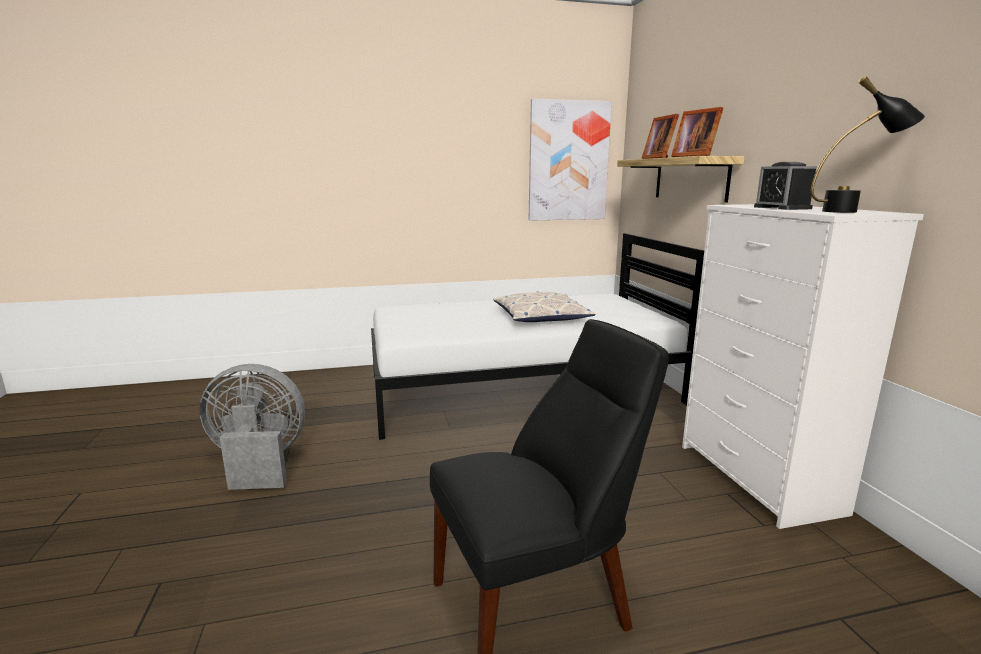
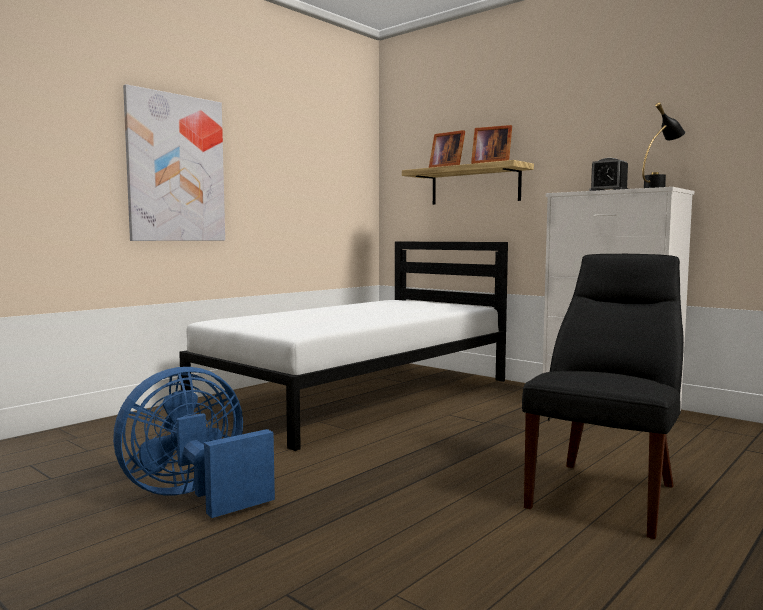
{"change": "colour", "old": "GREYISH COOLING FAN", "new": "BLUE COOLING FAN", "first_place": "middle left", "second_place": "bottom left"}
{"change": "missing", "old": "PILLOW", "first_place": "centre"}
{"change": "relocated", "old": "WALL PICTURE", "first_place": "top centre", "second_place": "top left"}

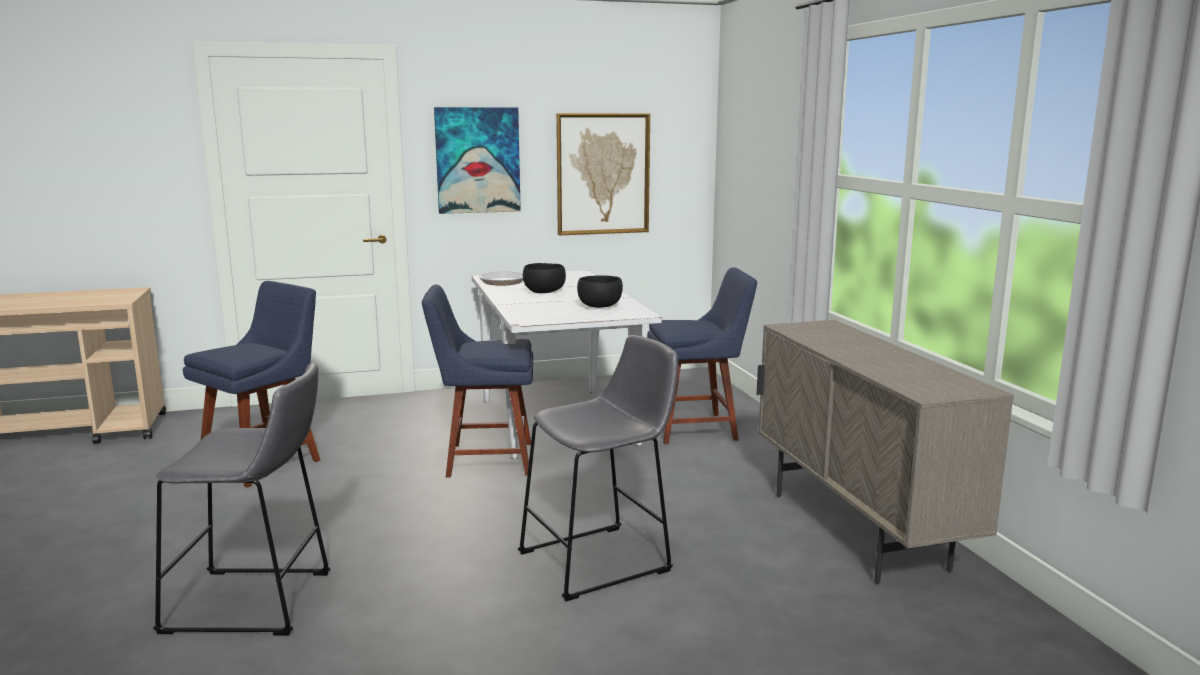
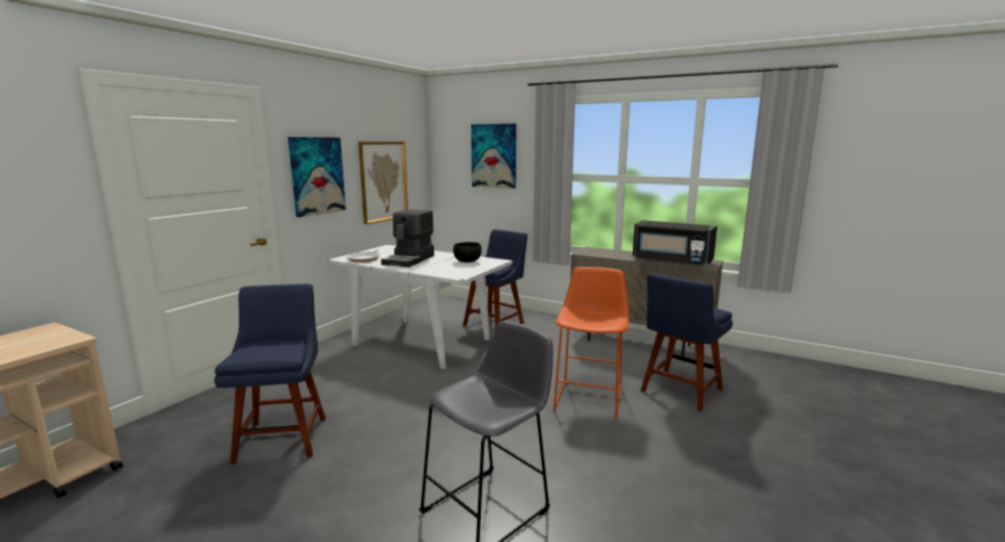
{"change": "relocated", "old": "BLUE PLAIN CHAIR (no. 2 from left in the first image)", "new": "BLUE PLAIN CHAIR (no. 3 from left)", "first_place": "centre", "second_place": "middle right"}
{"change": "colour", "old": "GREYISH STOOL (no. 2 from left)", "new": "ORANGE STOOL", "first_place": "bottom centre", "second_place": "centre"}
{"change": "exchanged", "old": "BLACK-COLOURED SERVING BOWL (no. 1 from left)", "new": "COFFEE MAKER", "first_place": "centre", "second_place": "centre"}
{"change": "appeared", "new": "WALL PICTURE (no. 3 from left)", "second_place": "top centre"}
{"change": "appeared", "new": "BLACK-COLOURED MICROWAVE OVEN", "second_place": "middle right"}

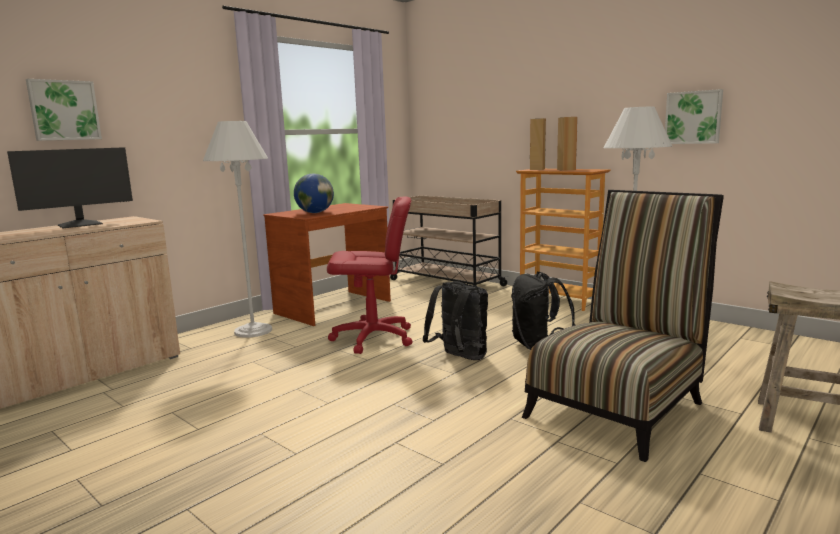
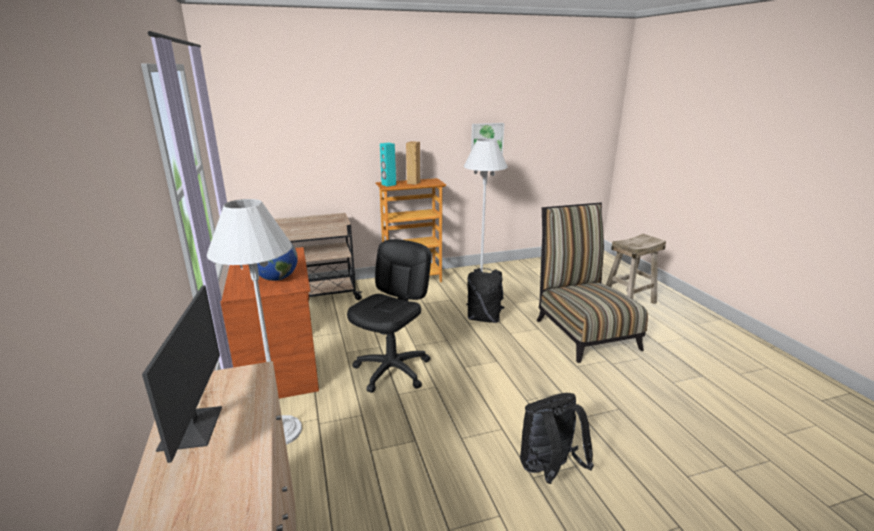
{"change": "missing", "old": "WALL PICTURE (no. 1 from left)", "first_place": "top left"}
{"change": "colour", "old": "REDDISH DESK CHAIR", "new": "BLACK-COLOURED DESK CHAIR", "first_place": "centre", "second_place": "centre"}
{"change": "relocated", "old": "BLACK-COLOURED BACKPACK (no. 1 from left in the first image)", "new": "BLACK-COLOURED BACKPACK (no. 2 from left)", "first_place": "centre", "second_place": "bottom centre"}
{"change": "colour", "old": "BROWN-COLOURED SPEAKER (no. 1 from left)", "new": "TURQUOISE SPEAKER", "first_place": "top centre", "second_place": "top centre"}

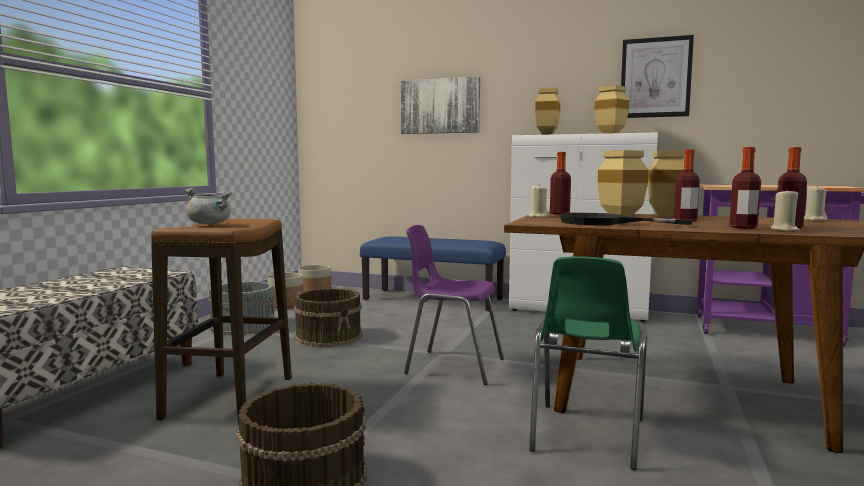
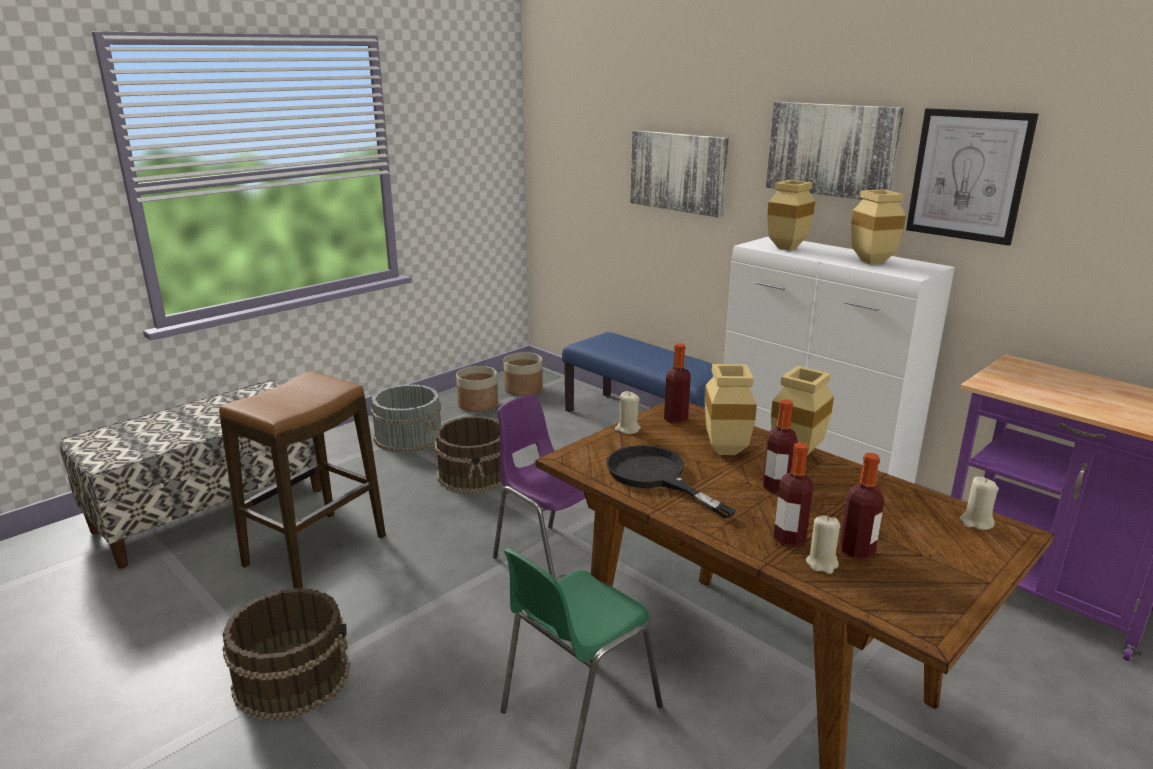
{"change": "missing", "old": "GREYISH COOKING POT", "first_place": "middle left"}
{"change": "appeared", "new": "WALL PICTURE (no. 2 from left)", "second_place": "top right"}

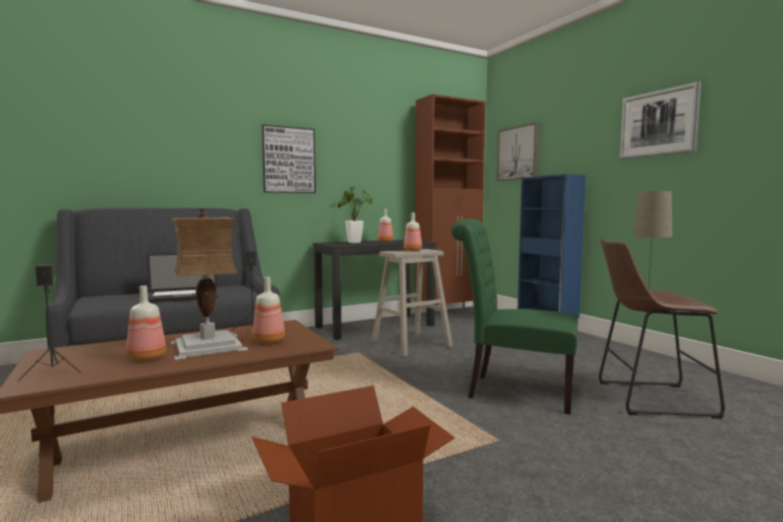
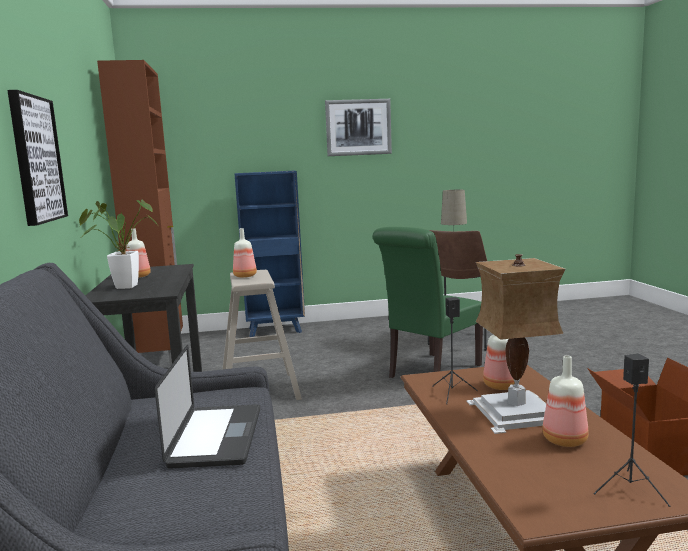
{"change": "missing", "old": "WALL PICTURE (no. 2 from left)", "first_place": "top centre"}

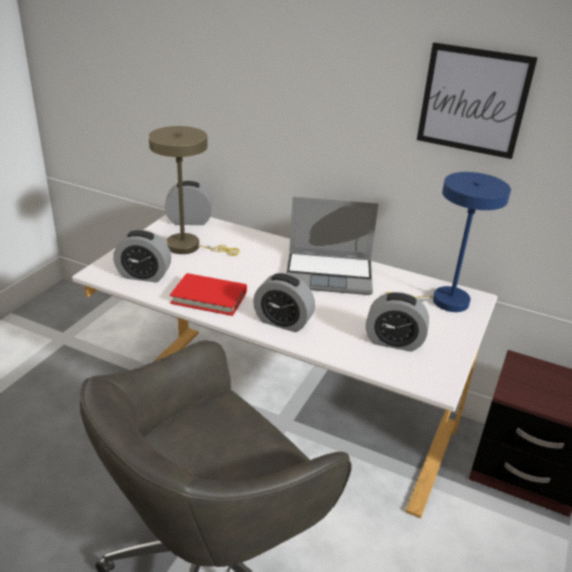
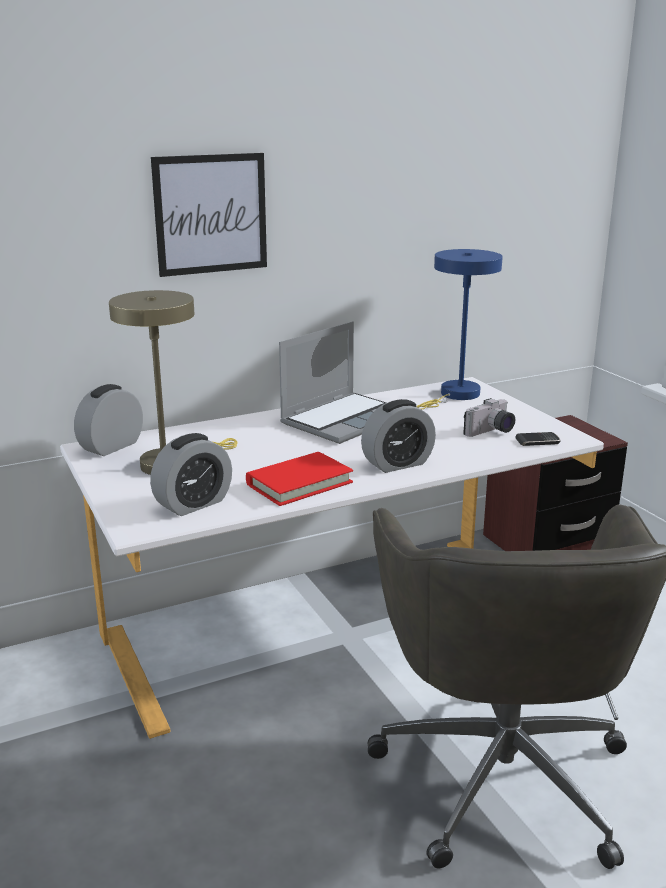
{"change": "exchanged", "old": "BEDSIDE CLOCK (no. 4 from left)", "new": "PHOTO CAMERA", "first_place": "middle right", "second_place": "middle right"}
{"change": "relocated", "old": "WALL PICTURE", "first_place": "top right", "second_place": "top left"}
{"change": "appeared", "new": "HANDSET", "second_place": "middle right"}

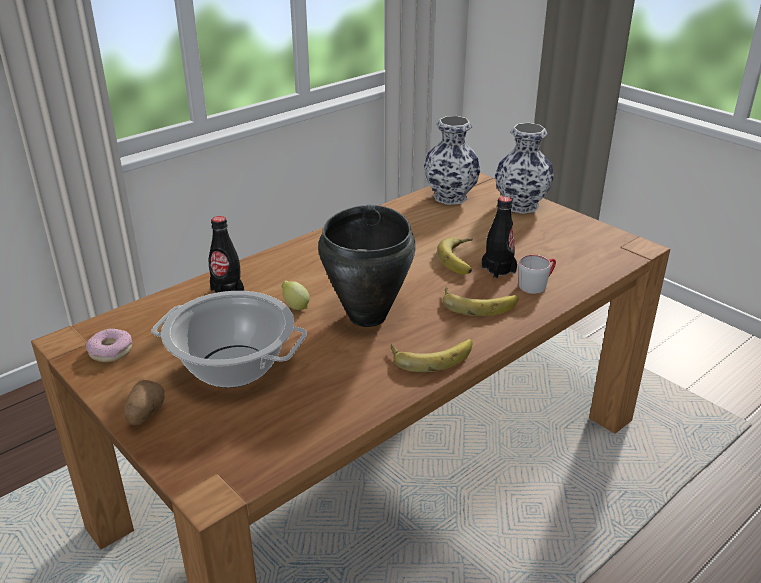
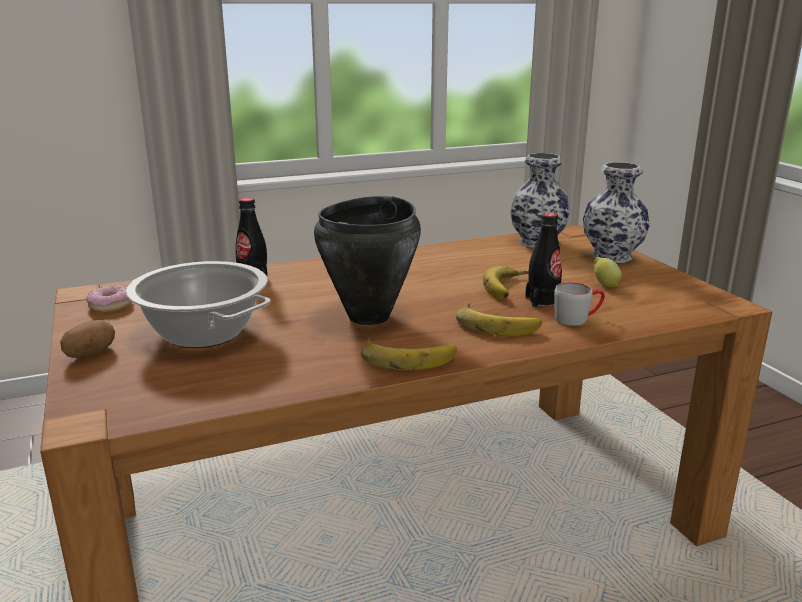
{"change": "relocated", "old": "WHOLE LEMON", "first_place": "centre", "second_place": "middle right"}

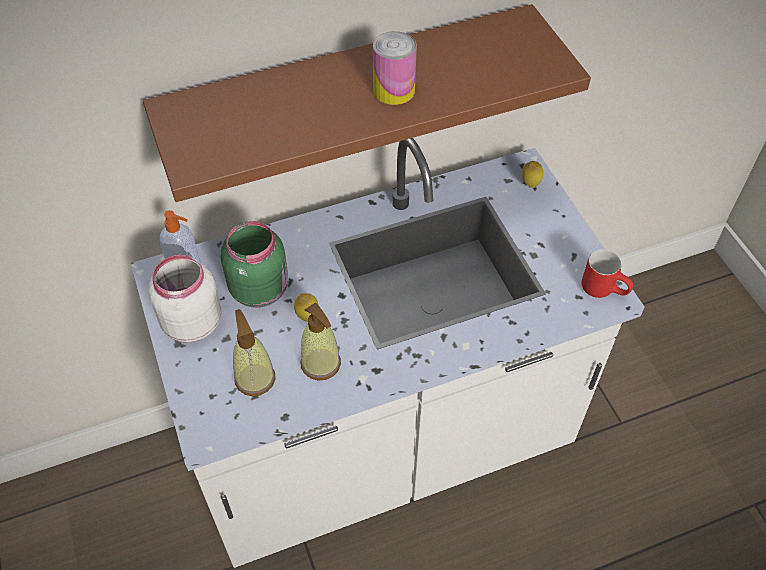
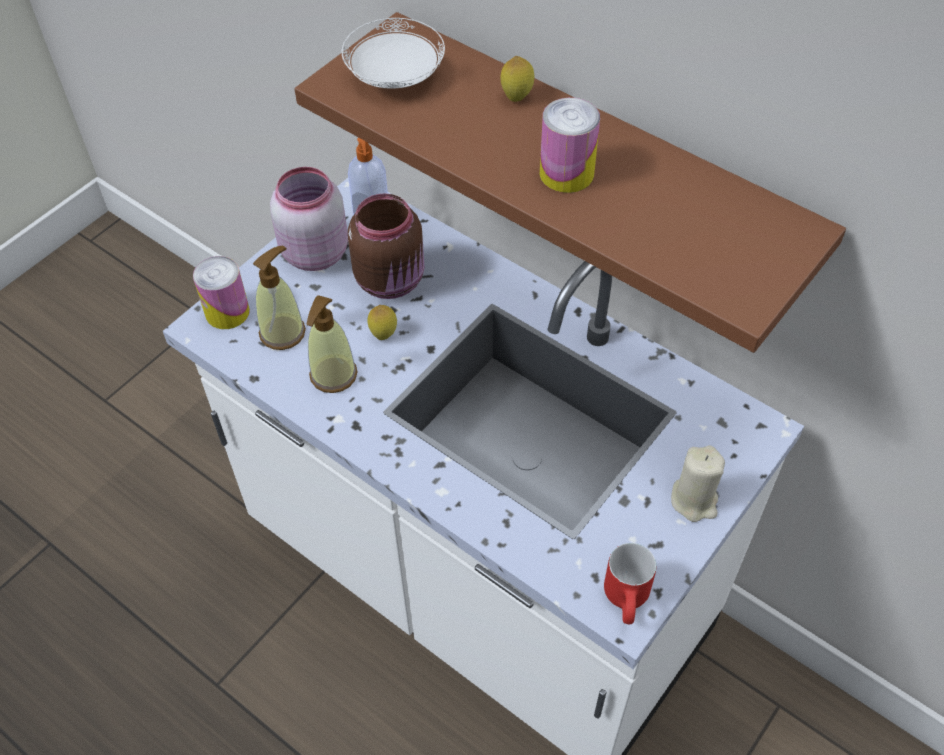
{"change": "colour", "old": "WHITE-COLOURED STORAGE JAR", "new": "PINK STORAGE JAR", "first_place": "middle left", "second_place": "top left"}
{"change": "colour", "old": "GREEN-COLOURED STORAGE JAR", "new": "BROWN-COLOURED STORAGE JAR", "first_place": "middle left", "second_place": "top centre"}
{"change": "relocated", "old": "WHOLE LEMON (no. 2 from left)", "first_place": "top right", "second_place": "top centre"}
{"change": "appeared", "new": "CAN (no. 1 from left)", "second_place": "middle left"}
{"change": "appeared", "new": "WHITE-COLOURED PLATE", "second_place": "top centre"}
{"change": "appeared", "new": "SAND-COLOURED WAX CANDLE", "second_place": "middle right"}

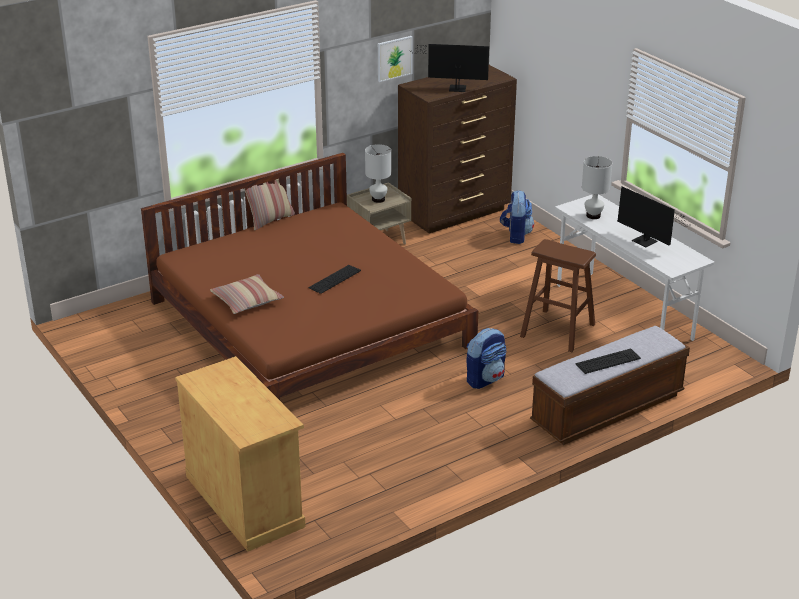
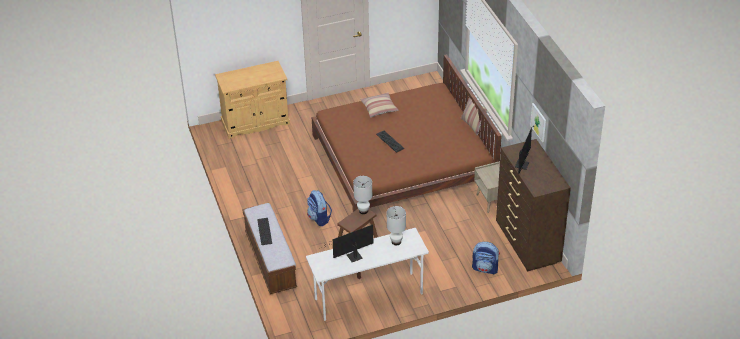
{"change": "relocated", "old": "WHITE-COLOURED LAMP FOR A TABLE (no. 1 from left)", "first_place": "top centre", "second_place": "centre"}

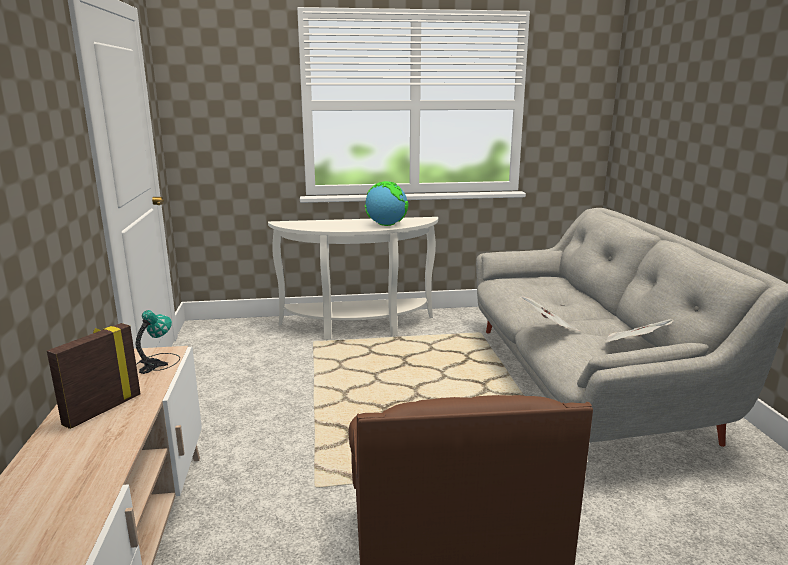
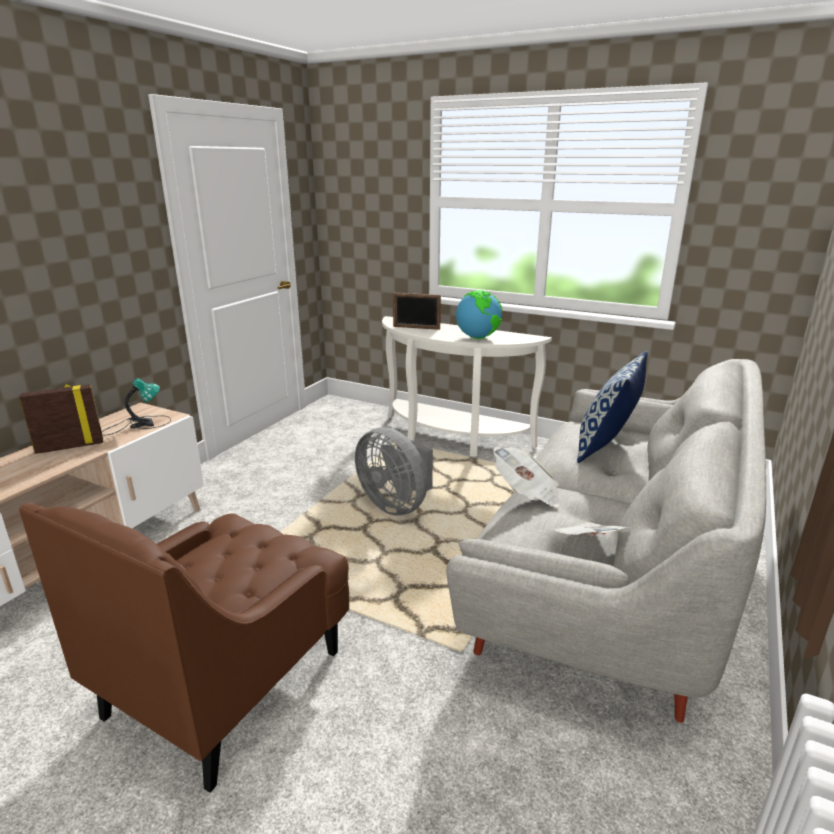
{"change": "appeared", "new": "GREYISH COOLING FAN", "second_place": "centre"}
{"change": "appeared", "new": "STANDING FRAME (no. 2 from left)", "second_place": "centre"}
{"change": "appeared", "new": "PILLOW", "second_place": "middle right"}

